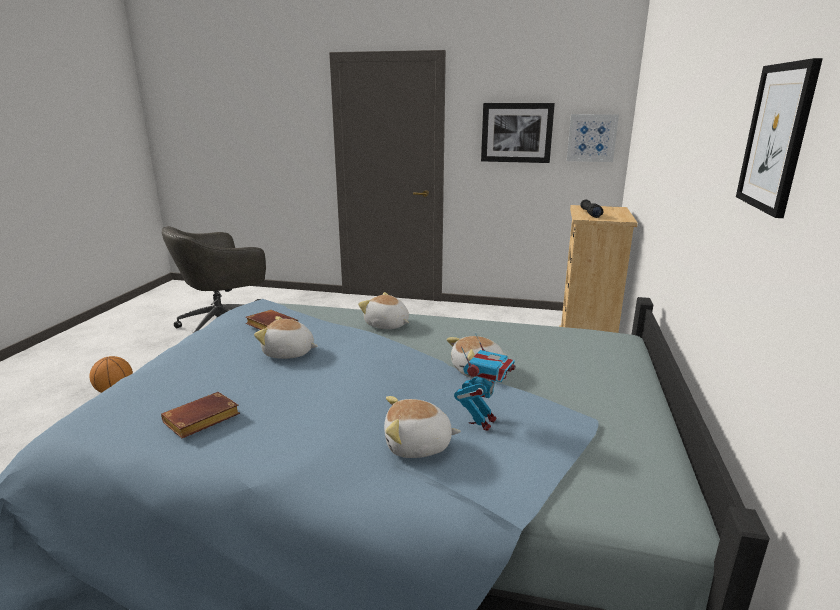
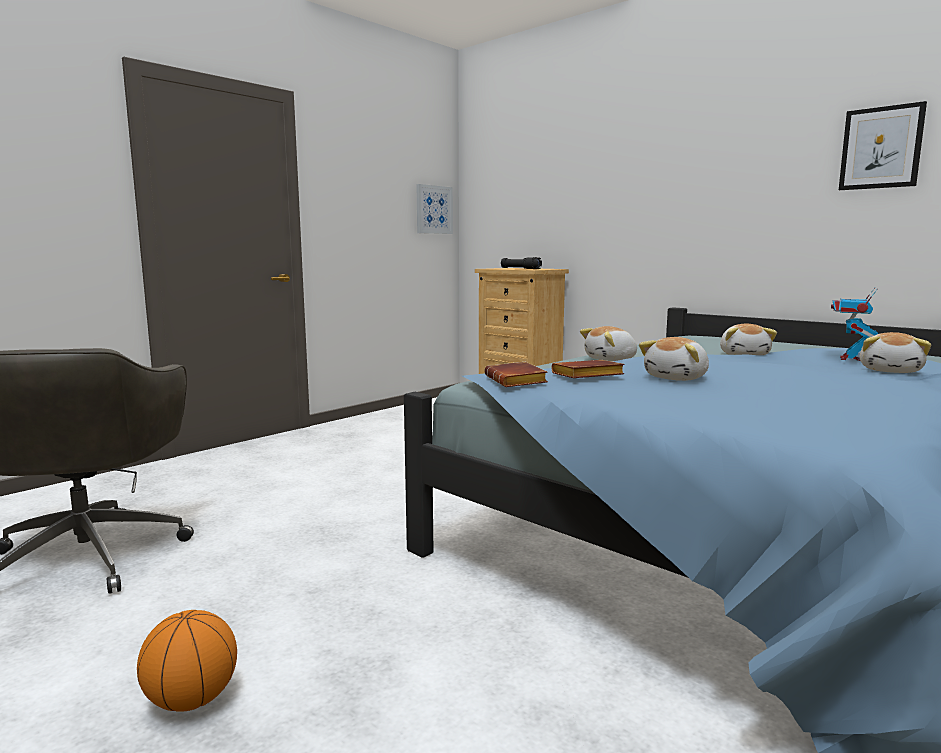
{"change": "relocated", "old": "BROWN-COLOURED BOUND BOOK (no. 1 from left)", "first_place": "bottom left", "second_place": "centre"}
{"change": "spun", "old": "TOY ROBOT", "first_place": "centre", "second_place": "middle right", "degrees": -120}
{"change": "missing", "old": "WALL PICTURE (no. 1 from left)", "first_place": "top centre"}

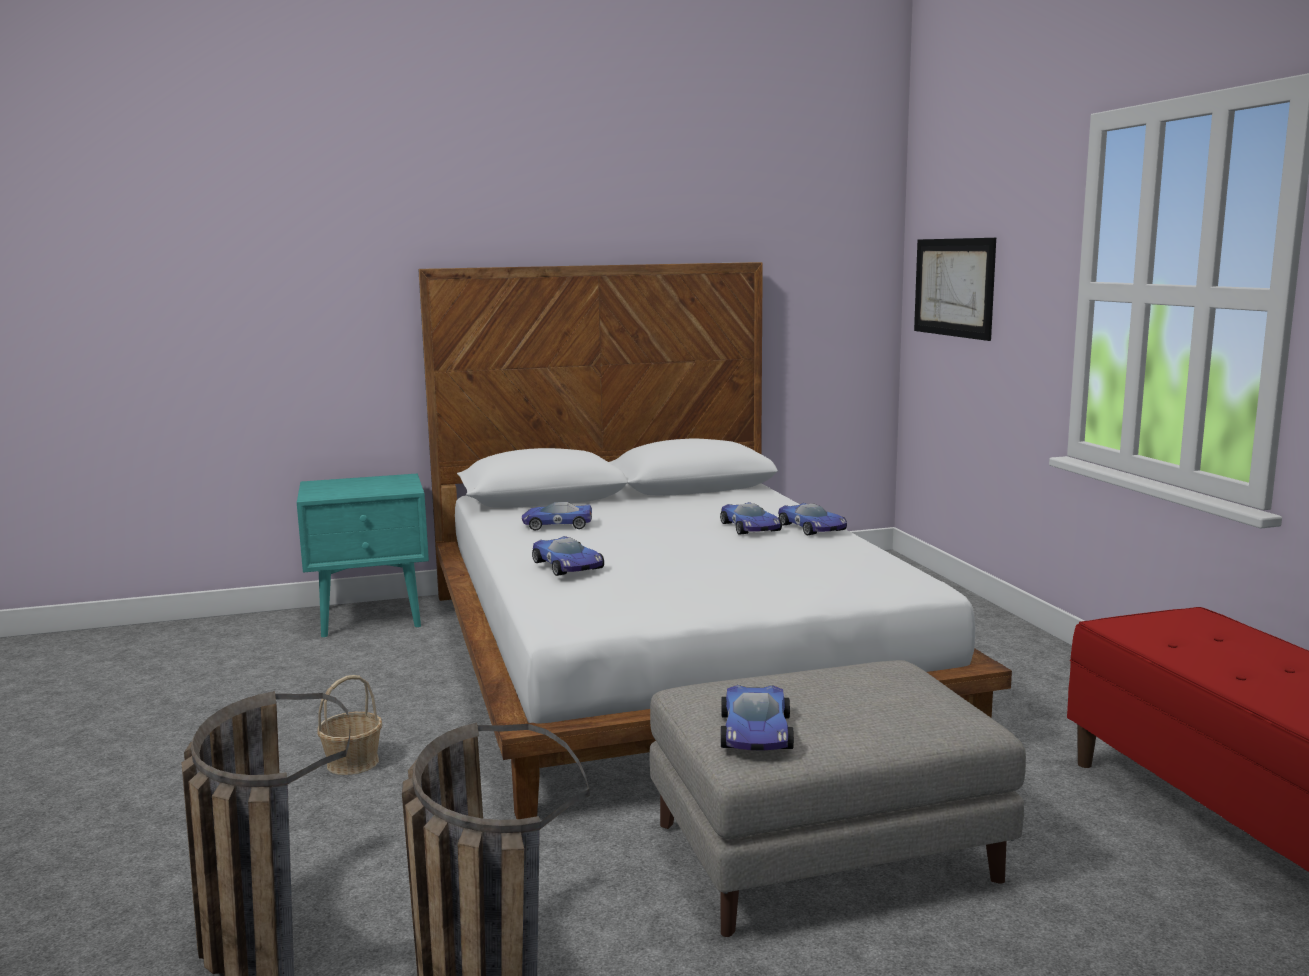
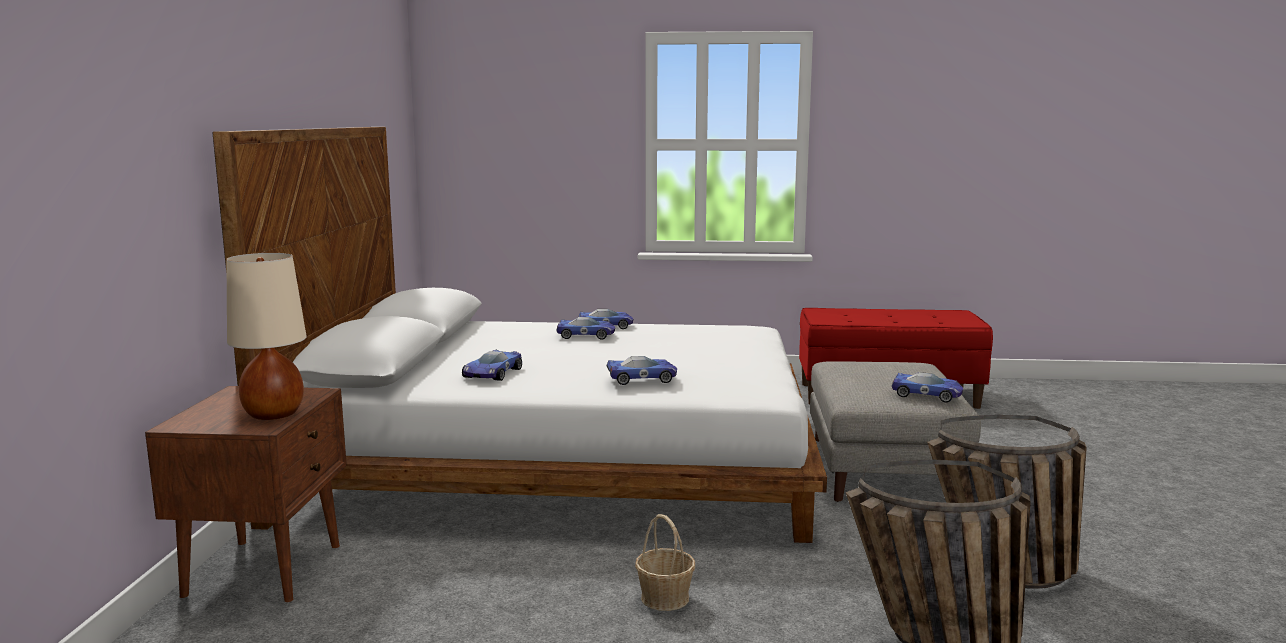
{"change": "colour", "old": "TURQUOISE NIGHT TABLE", "new": "BROWN-COLOURED NIGHT TABLE", "first_place": "middle left", "second_place": "bottom left"}
{"change": "missing", "old": "WALL PICTURE", "first_place": "top right"}
{"change": "appeared", "new": "SAND-COLOURED LAMP FOR A TABLE", "second_place": "middle left"}

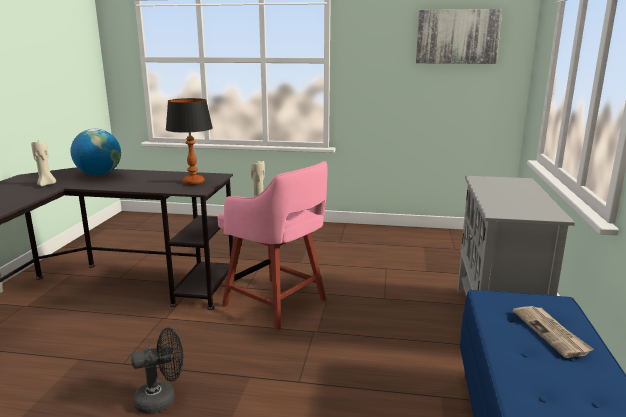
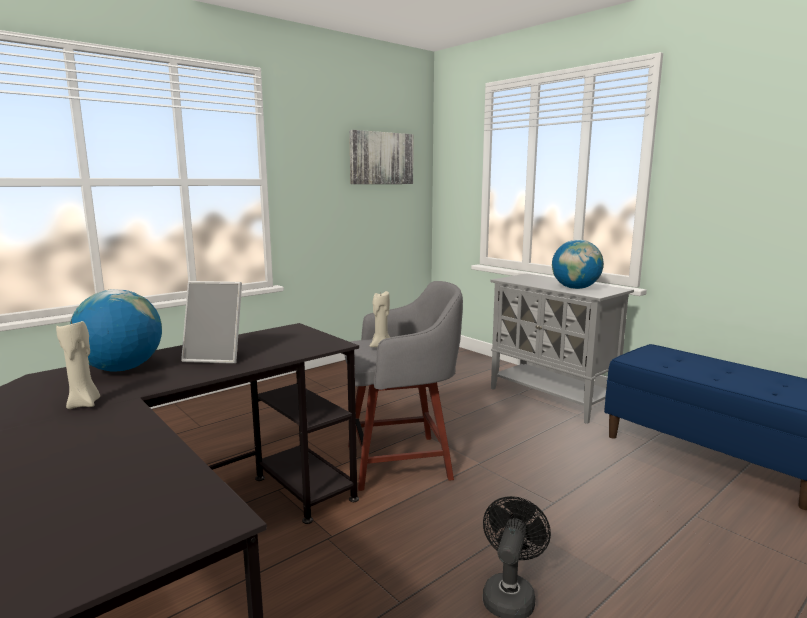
{"change": "missing", "old": "LAMP FOR A TABLE", "first_place": "middle left"}
{"change": "colour", "old": "PINK STOOL", "new": "GREYISH STOOL", "first_place": "centre", "second_place": "centre"}
{"change": "missing", "old": "NEWSPAPER", "first_place": "bottom right"}
{"change": "appeared", "new": "STANDING FRAME", "second_place": "middle left"}
{"change": "appeared", "new": "DESK GLOBE (no. 2 from left)", "second_place": "middle right"}

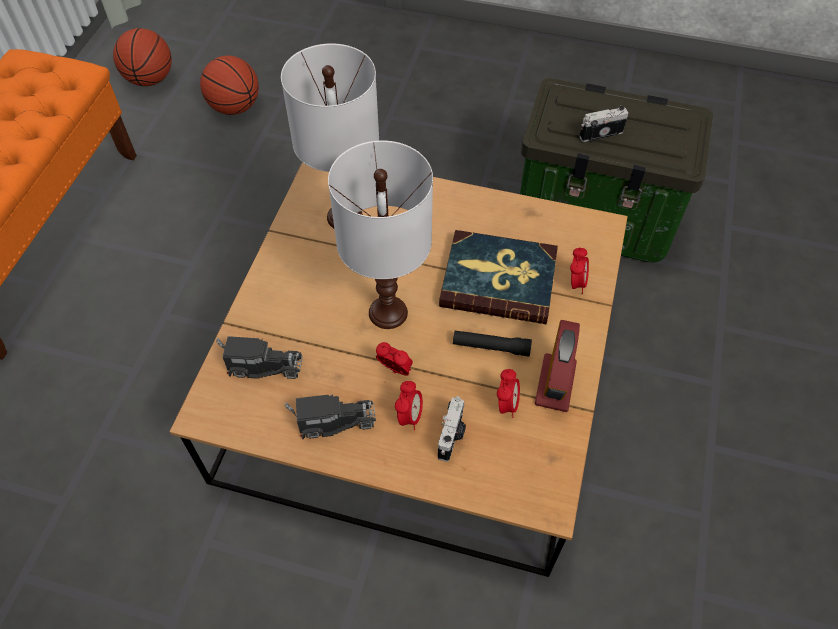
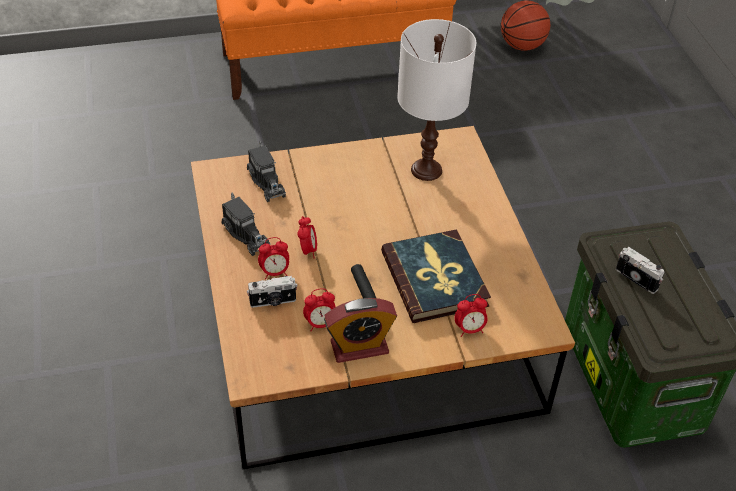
{"change": "missing", "old": "BALL FOR BASKETBALL (no. 2 from left)", "first_place": "top left"}
{"change": "missing", "old": "WHITE-COLOURED LAMP FOR A TABLE (no. 2 from left)", "first_place": "centre"}

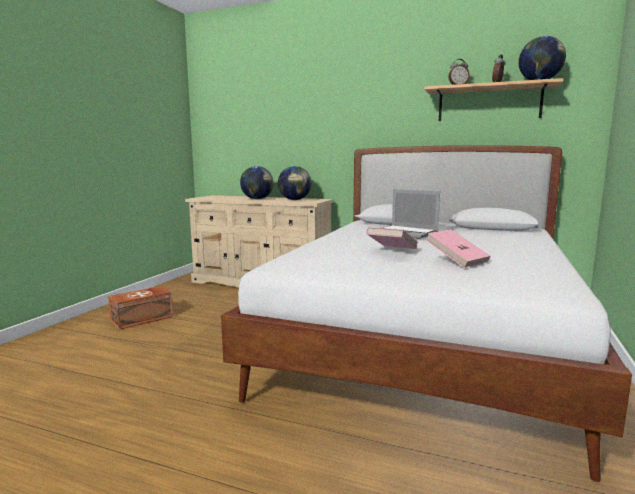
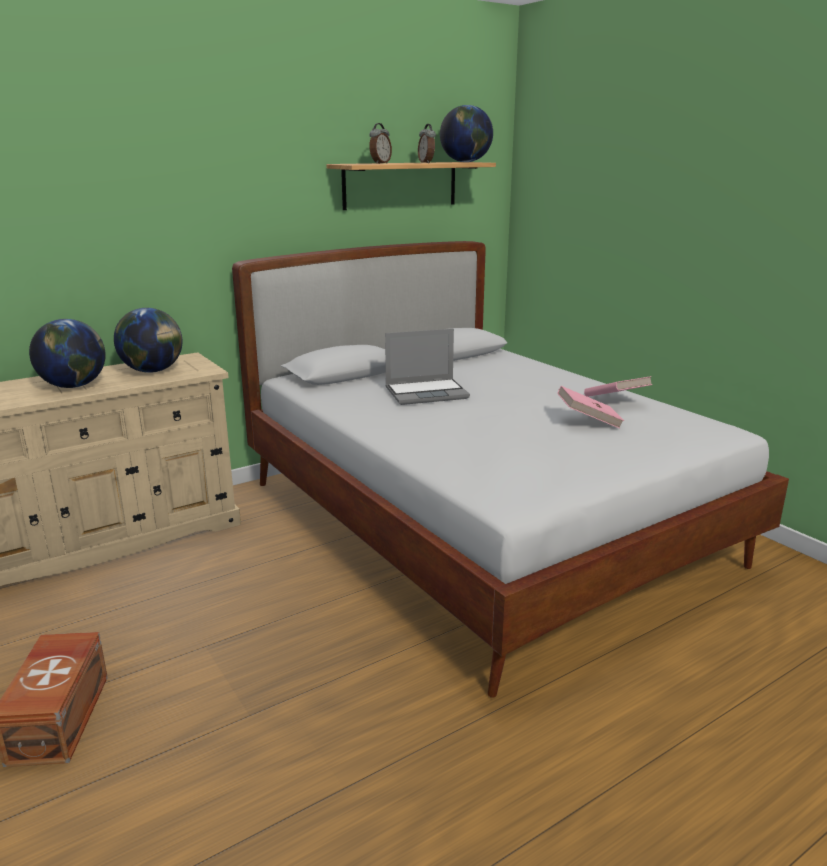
{"change": "relocated", "old": "PINK BOUND BOOK (no. 1 from left in the first image)", "new": "PINK BOUND BOOK (no. 2 from left)", "first_place": "centre", "second_place": "middle right"}

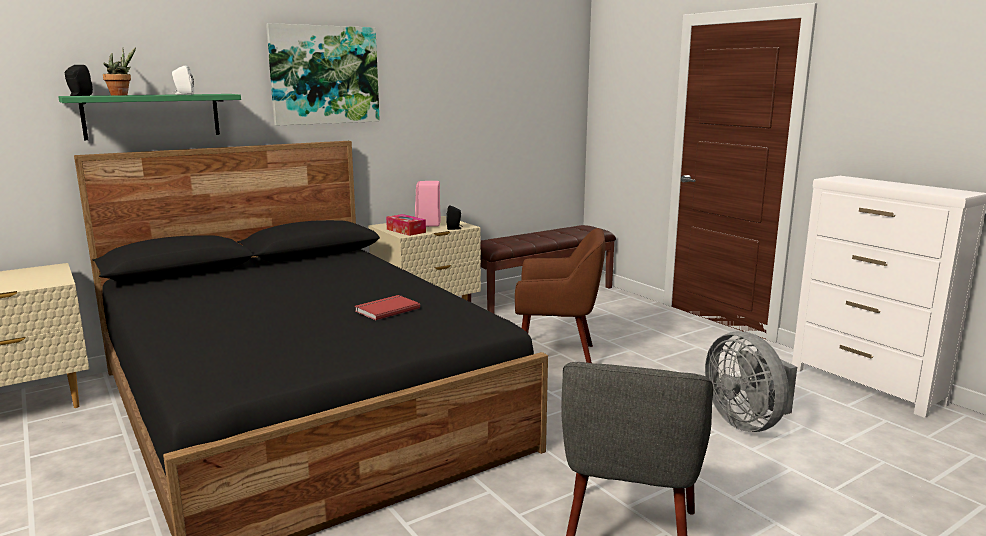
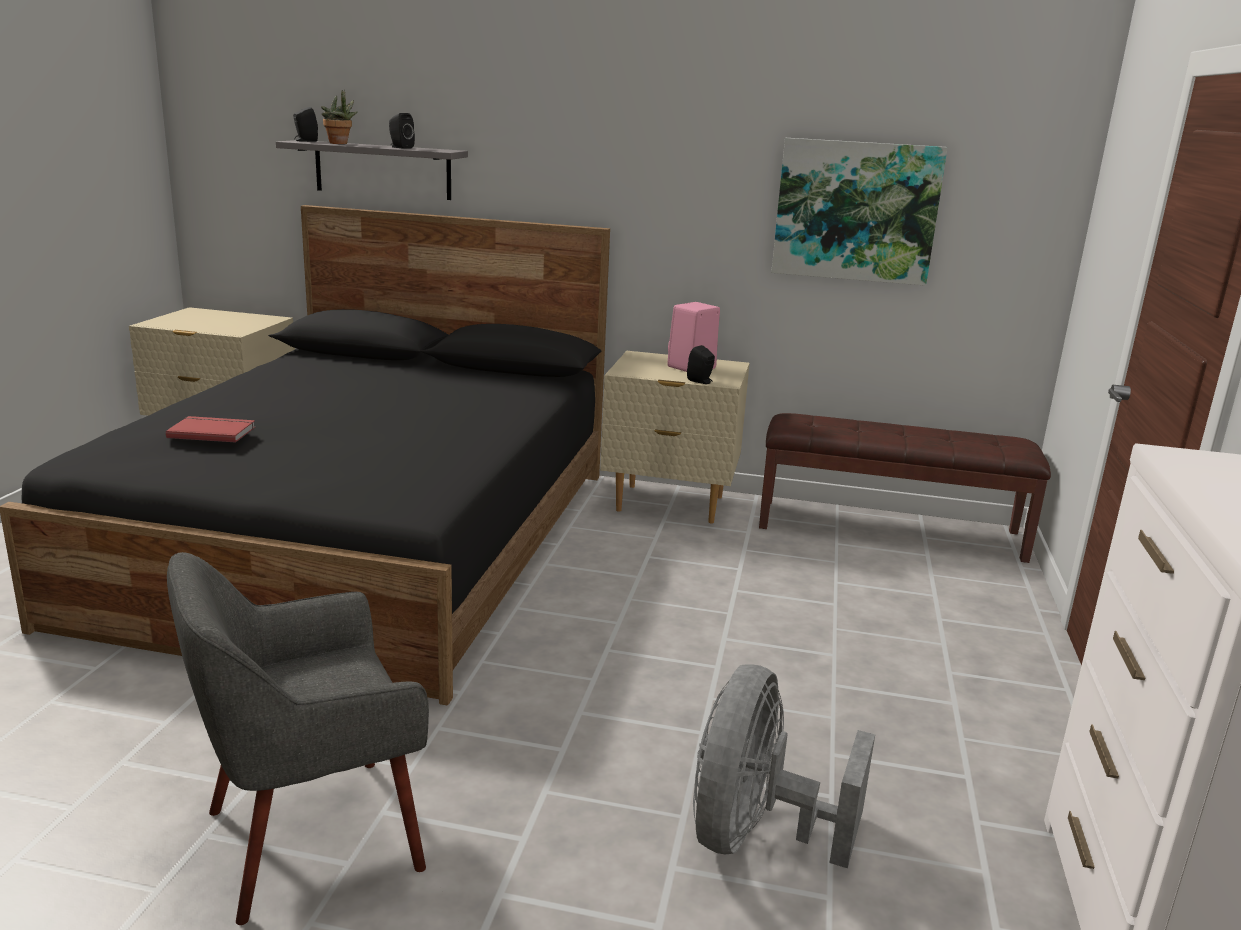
{"change": "colour", "old": "GREEN-COLOURED WALL SHELF", "new": "GREYISH WALL SHELF", "first_place": "top left", "second_place": "top left"}
{"change": "colour", "old": "WHITE-COLOURED SPEAKER", "new": "BLACK-COLOURED SPEAKER (no. 2 from left)", "first_place": "top left", "second_place": "top left"}
{"change": "relocated", "old": "WALL PICTURE", "first_place": "top left", "second_place": "top right"}
{"change": "relocated", "old": "REDDISH BOUND BOOK", "first_place": "centre", "second_place": "middle left"}
{"change": "missing", "old": "TISSUE HOLDER", "first_place": "centre"}
{"change": "missing", "old": "BROWN-COLOURED LOUNGE CHAIR", "first_place": "centre"}

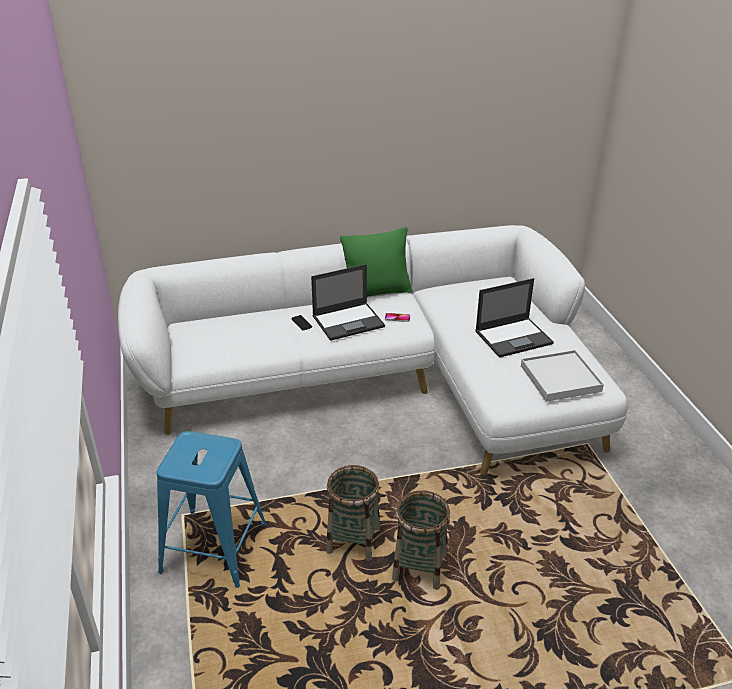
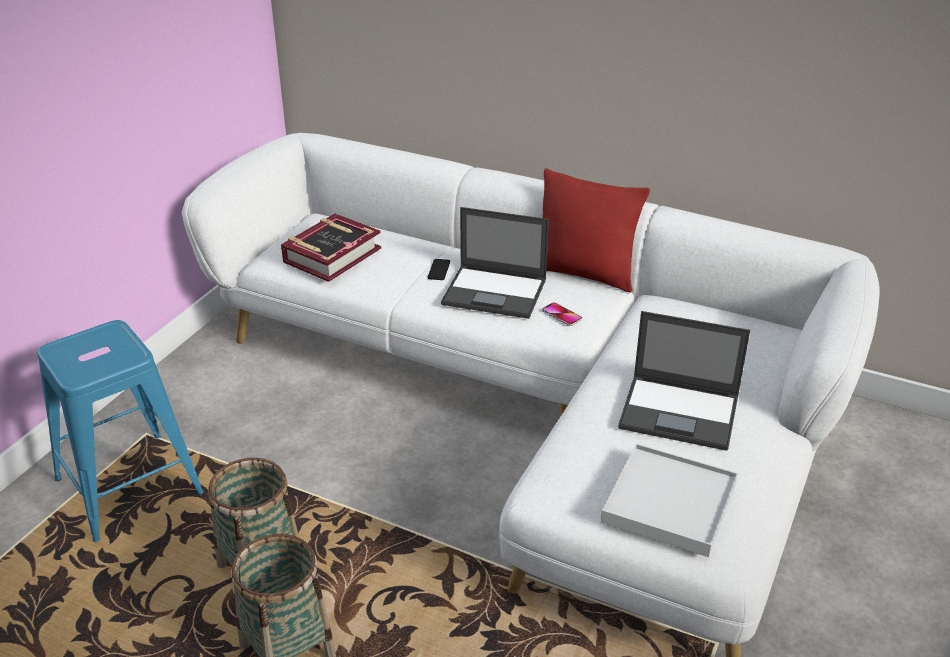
{"change": "colour", "old": "GREEN-COLOURED PILLOW", "new": "REDDISH PILLOW", "first_place": "centre", "second_place": "centre"}
{"change": "appeared", "new": "BOUND BOOK", "second_place": "centre"}

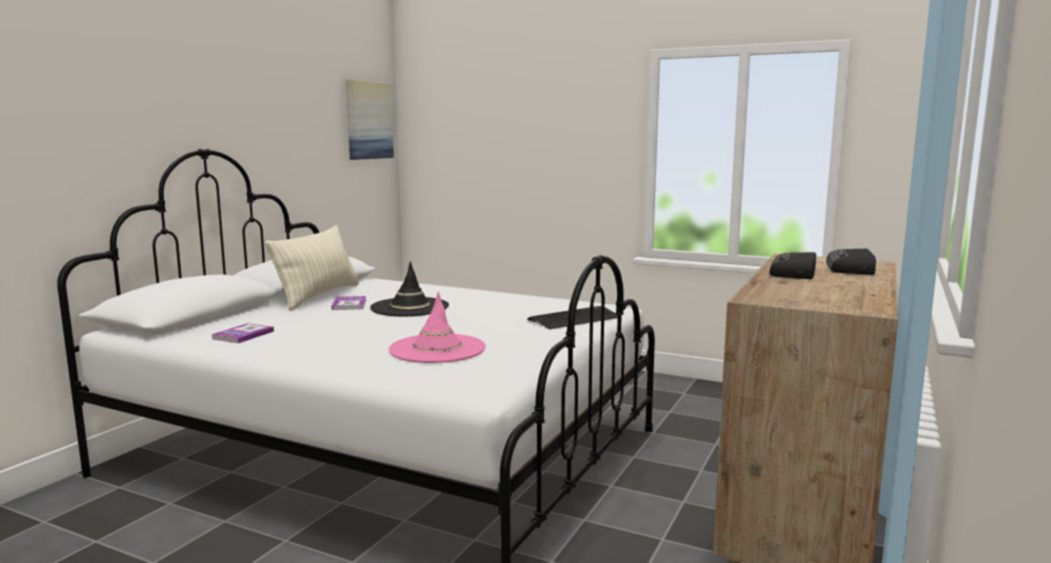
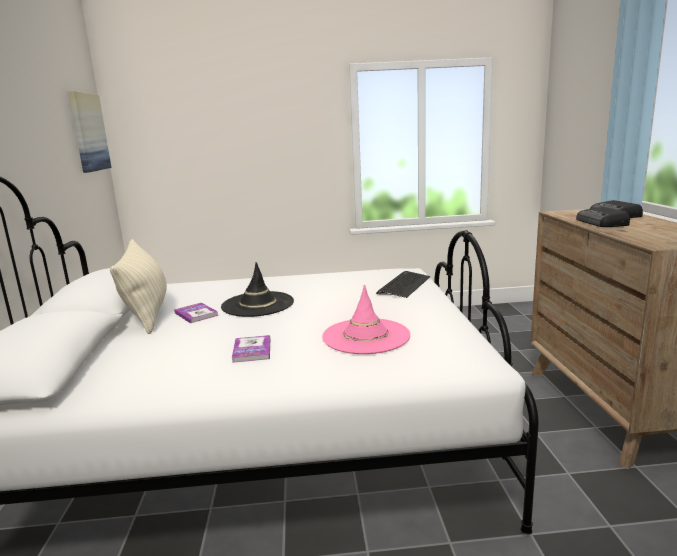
{"change": "relocated", "old": "BOUND BOOK (no. 1 from left in the first image)", "new": "BOUND BOOK (no. 2 from left)", "first_place": "middle left", "second_place": "centre"}

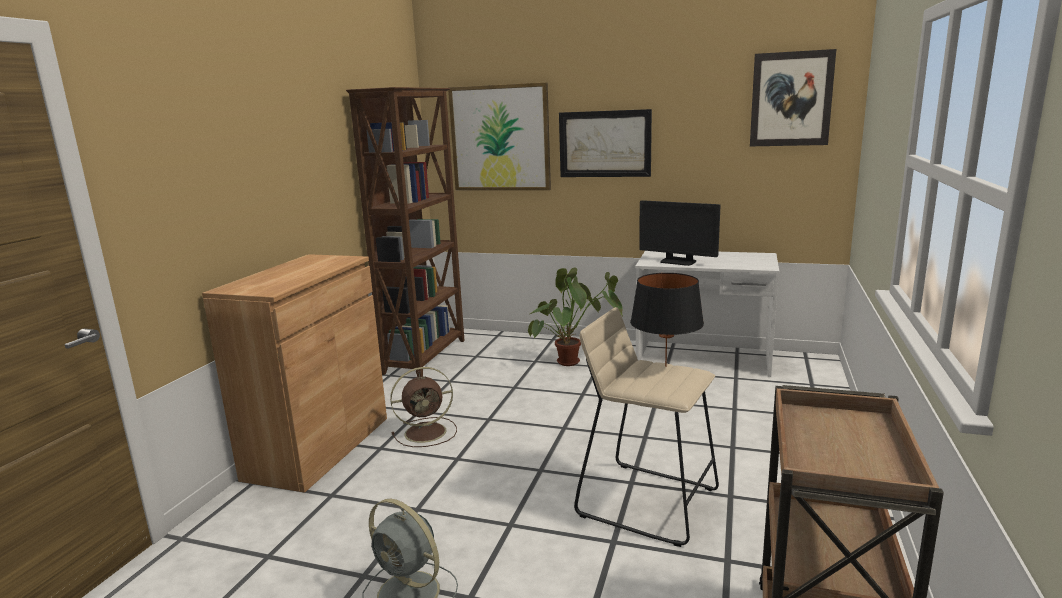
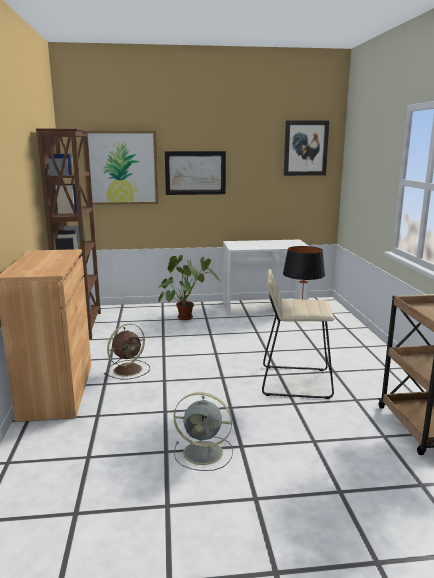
{"change": "missing", "old": "COMPUTER SCREEN", "first_place": "centre"}

